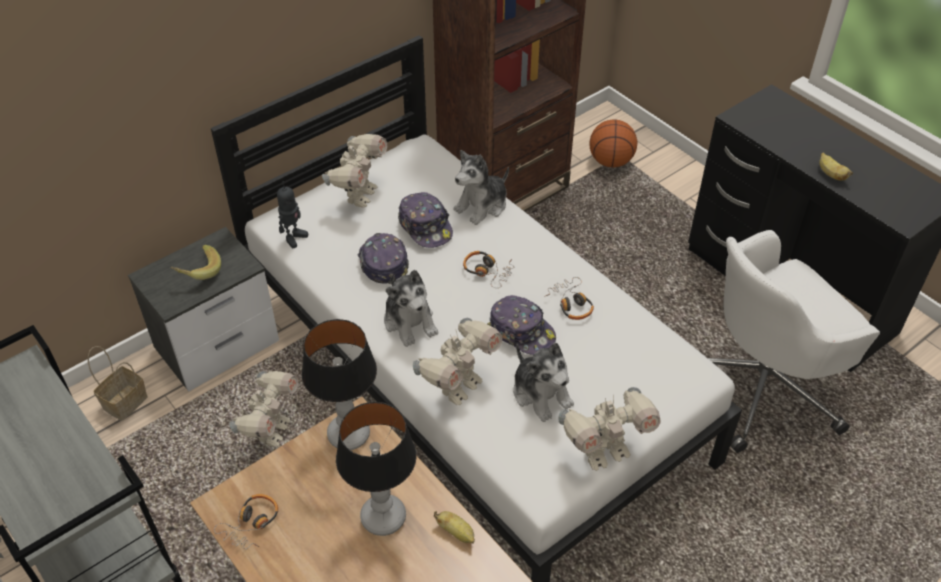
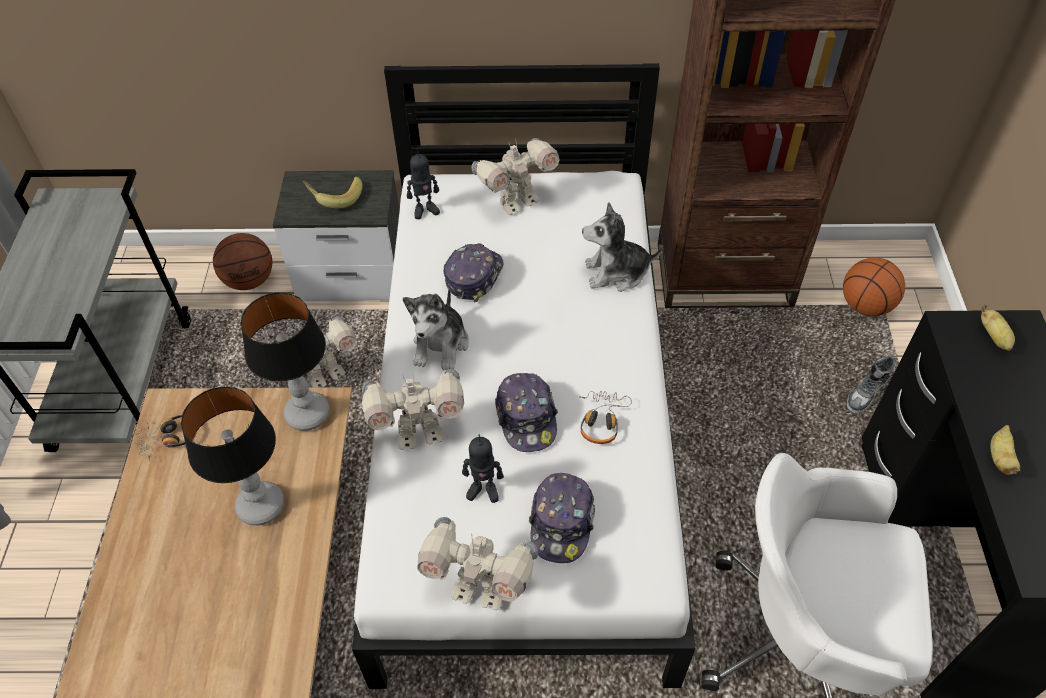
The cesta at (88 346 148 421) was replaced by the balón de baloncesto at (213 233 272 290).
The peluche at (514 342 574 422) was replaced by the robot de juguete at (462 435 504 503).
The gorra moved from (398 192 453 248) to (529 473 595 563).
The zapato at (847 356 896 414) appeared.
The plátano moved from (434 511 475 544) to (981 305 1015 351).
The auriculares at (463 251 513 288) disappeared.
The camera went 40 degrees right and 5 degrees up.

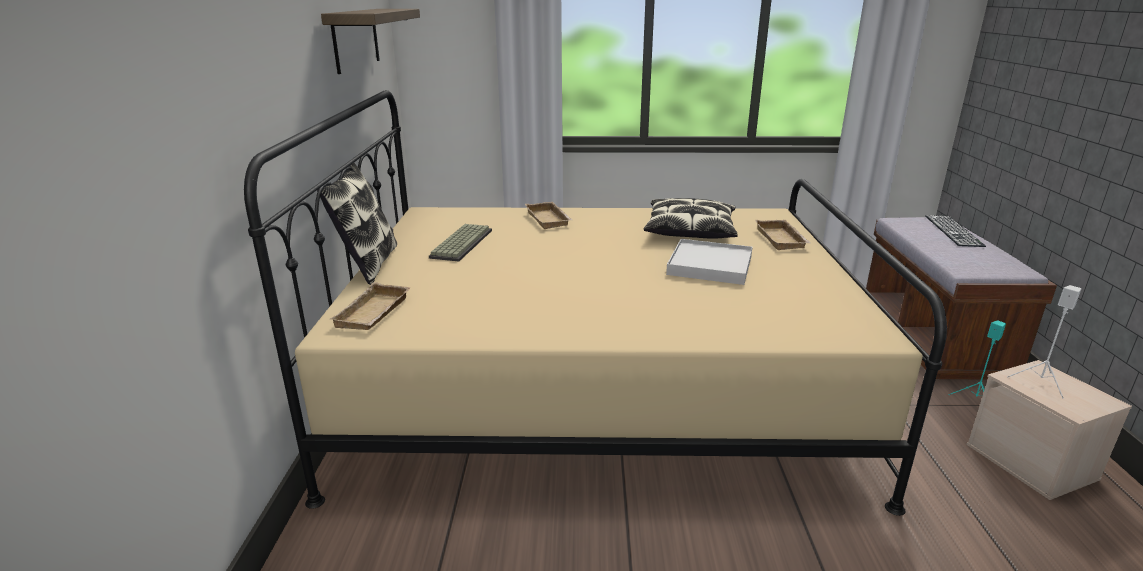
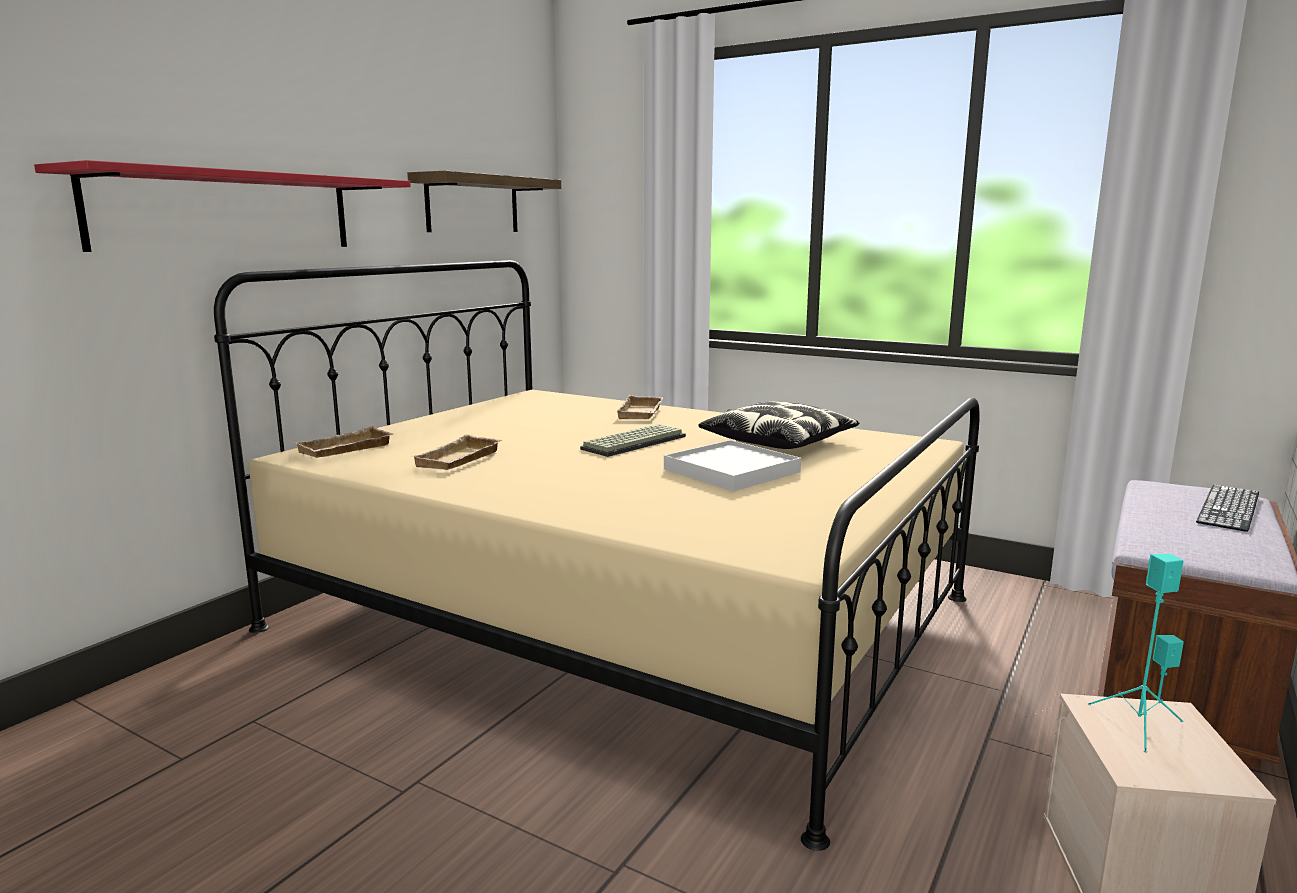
The estante/rojo at (34 160 411 252) appeared.
The bandeja/beis moved from (755 220 810 250) to (412 434 502 470).
The teclado moved from (429 224 492 261) to (580 424 686 457).
The altavoz/blanco at (1007 285 1081 399) became the altavoz/turquesa at (1088 554 1184 753).
The cojín at (317 163 397 285) disappeared.
The camera went 30 degrees right and 10 degrees down.

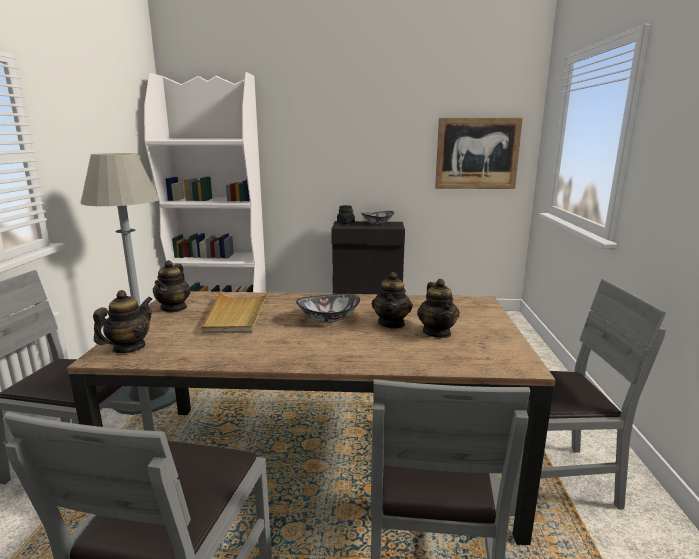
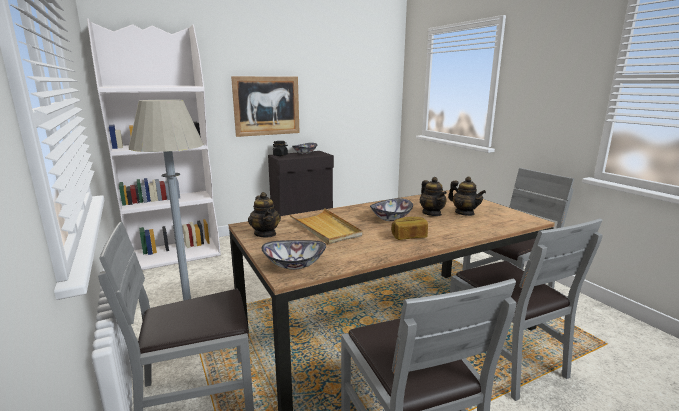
The cuadro moved from (435 118 523 189) to (231 76 300 137).
The tetera at (93 290 152 353) was replaced by the cuenco at (262 240 326 270).
The pan at (391 217 428 240) appeared.
The camera went 30 degrees left and 0 degrees up.

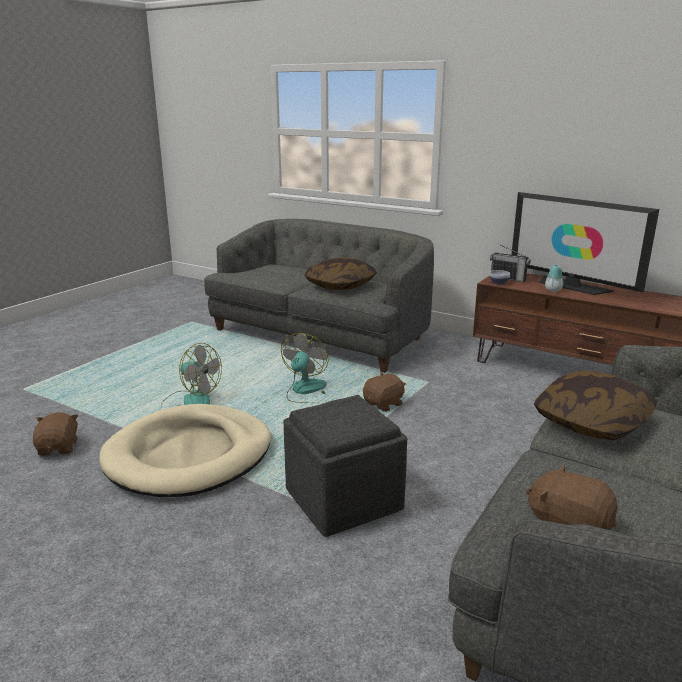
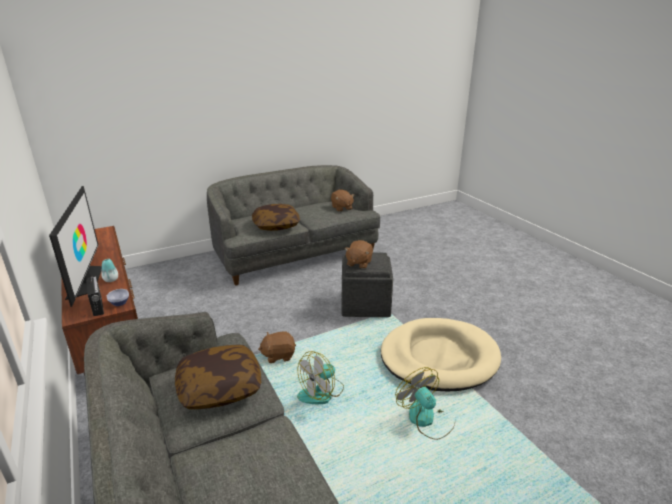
The peluche/marrón moved from (33 412 78 456) to (344 240 373 269).
The camera went 150 degrees left and 5 degrees up.

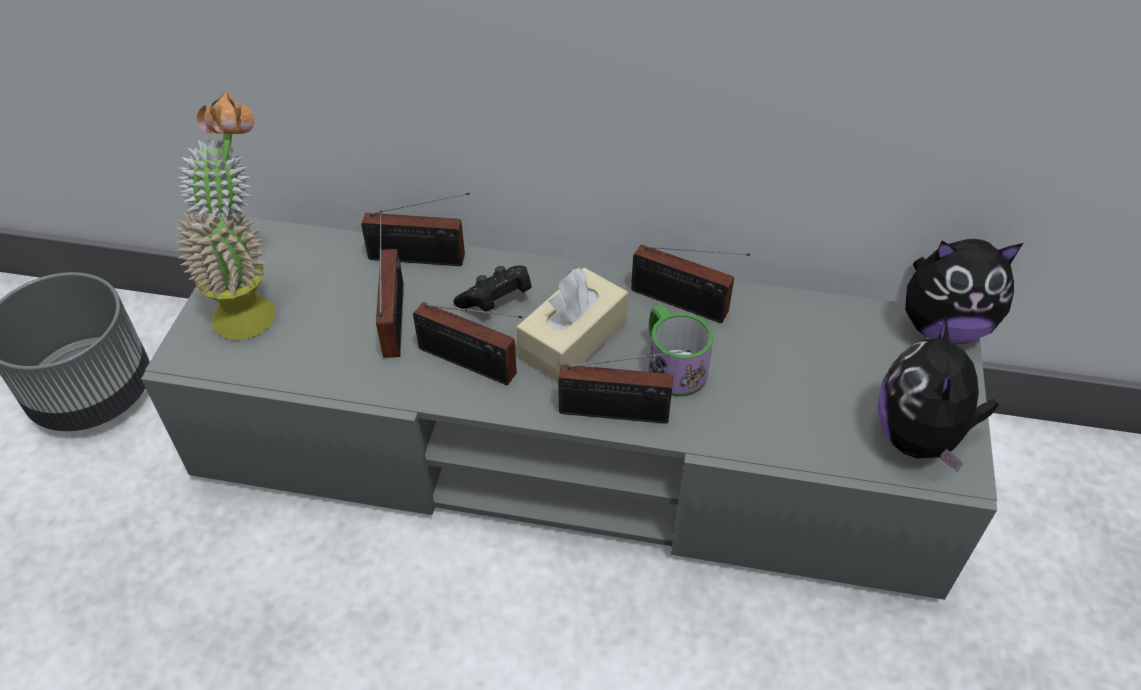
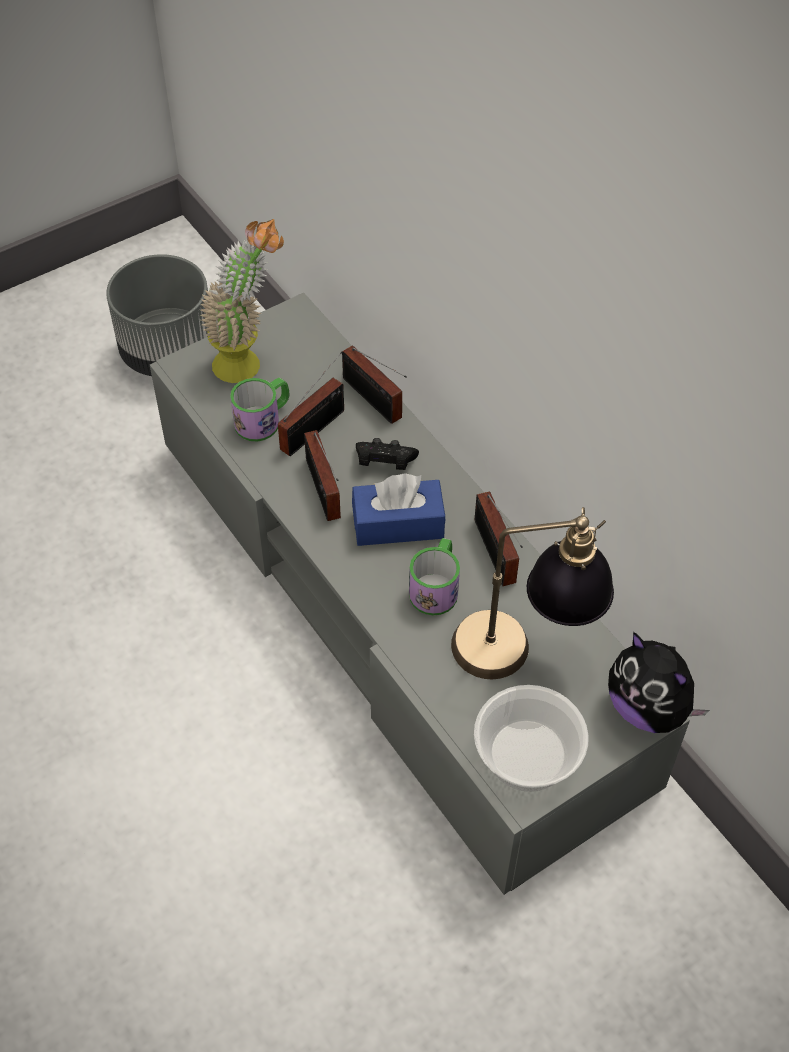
The taza grande at (230 377 289 441) appeared.
The caja de pañuelos/beis at (517 268 628 382) became the caja de pañuelos/azul at (352 473 445 546).
The lámpara de mesa at (451 507 614 679) appeared.
The peluche at (877 315 998 472) was replaced by the cuenco at (474 685 589 792).
The radio at (558 350 691 424) disappeared.
The camera went 45 degrees right and 5 degrees up.

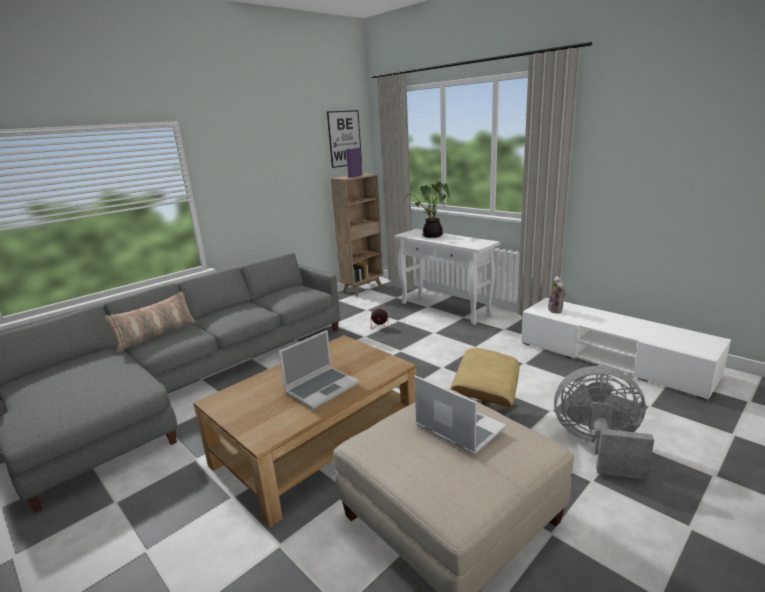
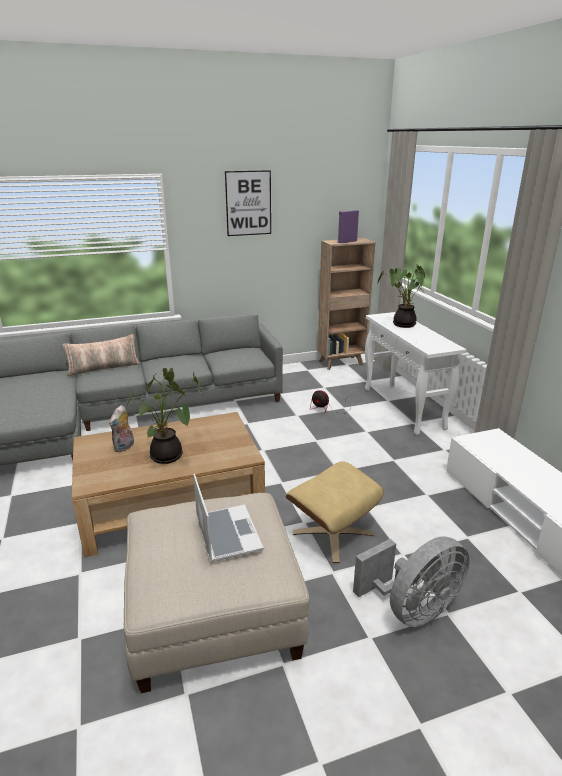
The peluche moved from (548 276 566 313) to (109 405 134 452).
The portátil at (279 330 359 409) was replaced by the planta en maceta at (127 368 202 464).
The cuadro moved from (327 110 362 168) to (225 170 271 236).
The ventilador/gris at (554 366 654 480) turned 105 degrees clockwise.
The camera went 25 degrees right and 5 degrees up.

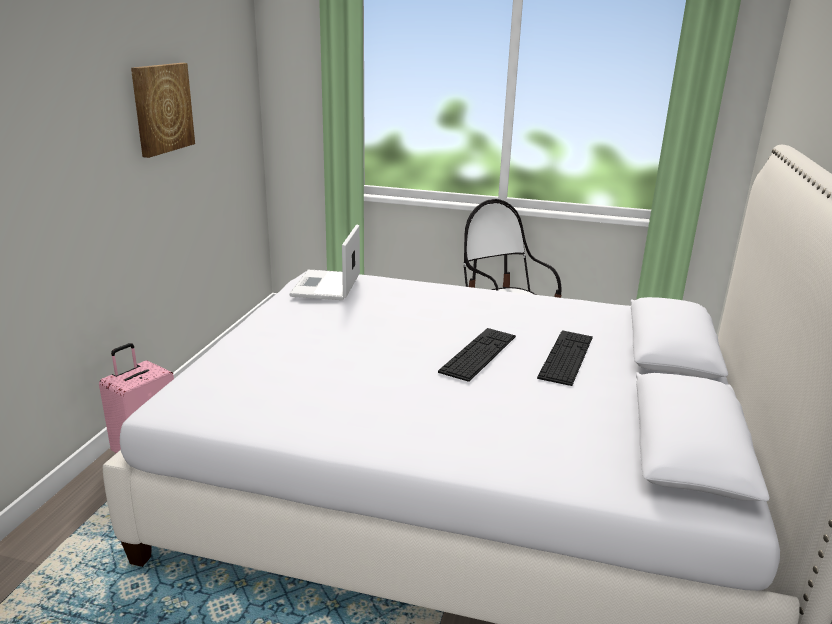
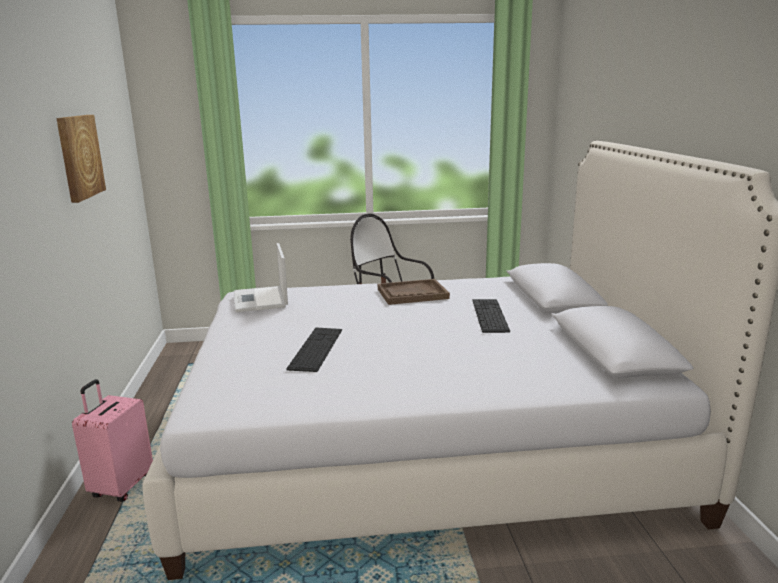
The teclado moved from (438 328 516 382) to (286 328 342 372).
The bandeja/marrón at (378 279 450 305) appeared.
The camera went 20 degrees left and 5 degrees down.

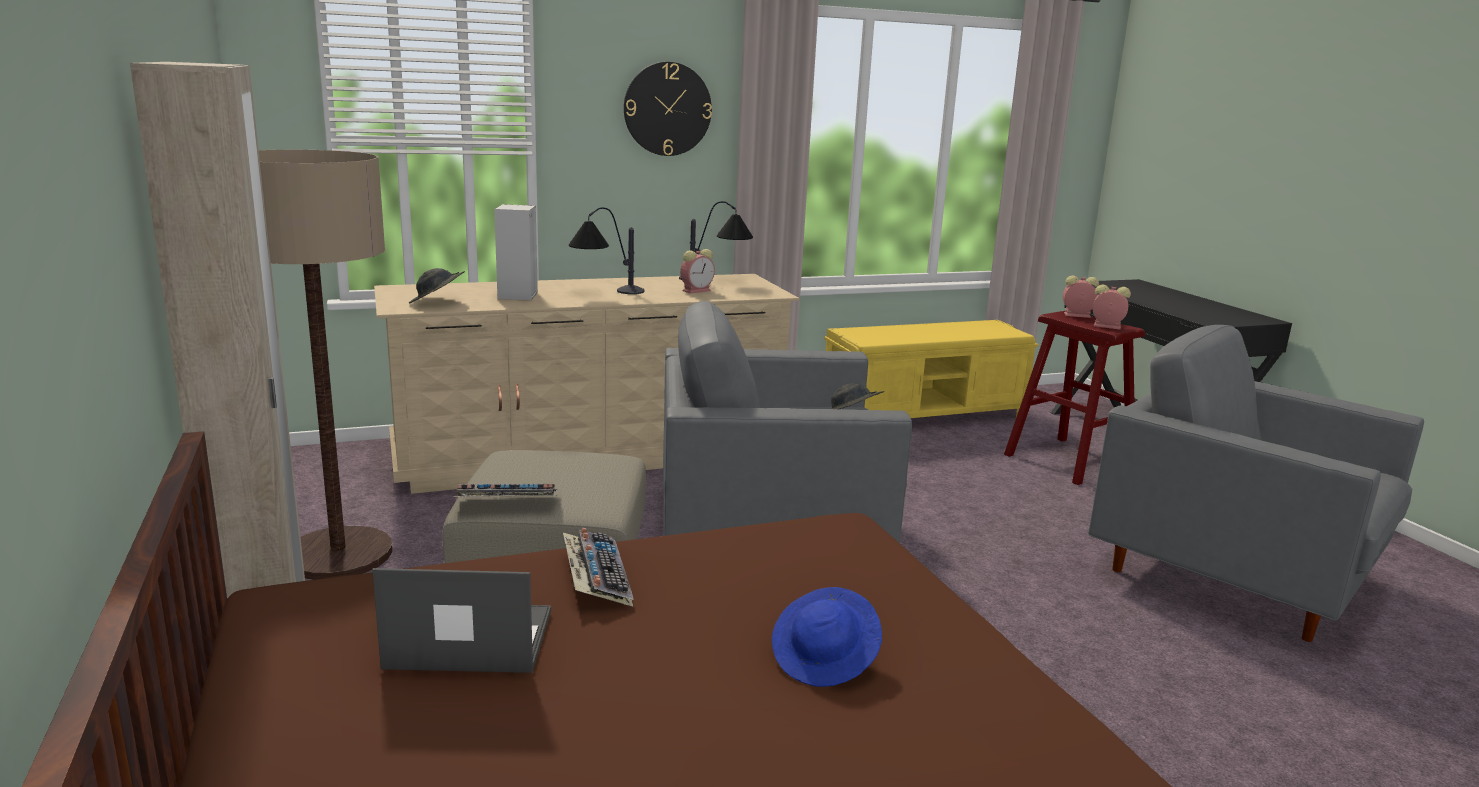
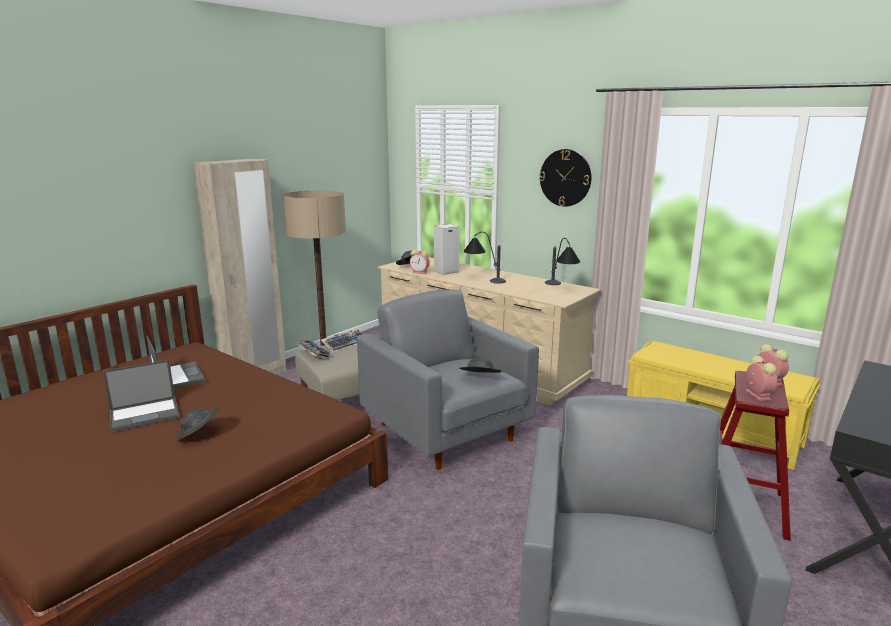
The portátil at (103 360 180 432) appeared.
The sombrero/azul at (772 587 882 687) became the sombrero/gris at (175 408 220 440).
The teclado moved from (563 528 634 606) to (321 329 363 353).
The despertador moved from (680 249 715 294) to (410 250 430 274).
The camera went 60 degrees right and 0 degrees up.

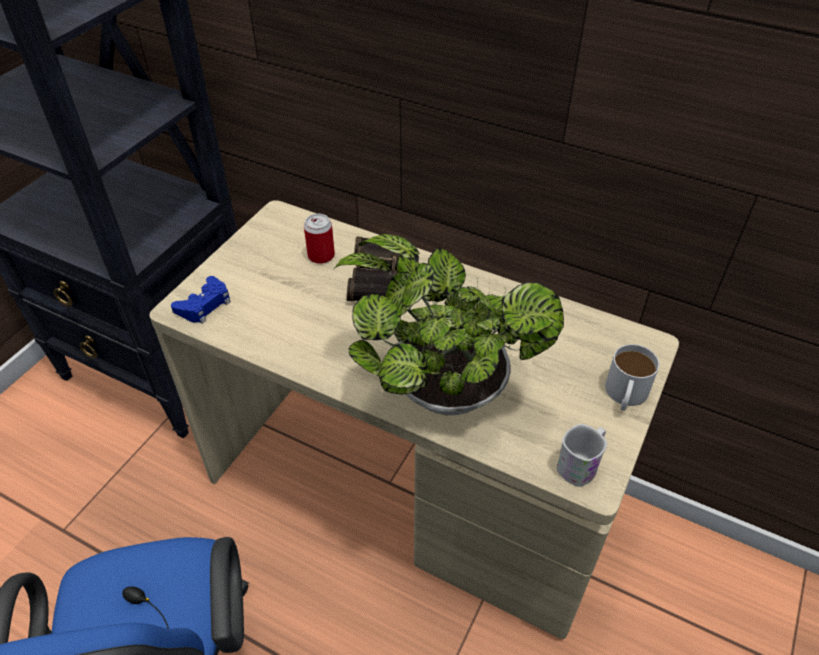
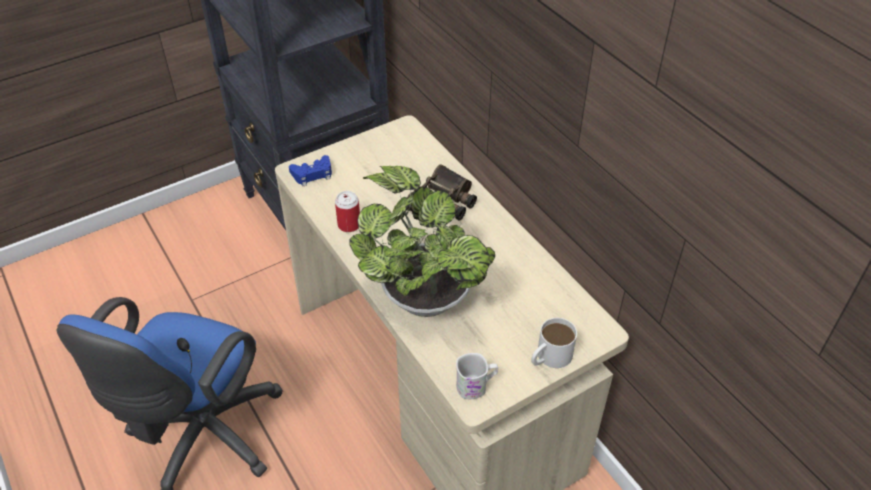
The lata moved from (304 214 335 264) to (335 191 360 232).
The camera went 30 degrees right and 0 degrees up.

